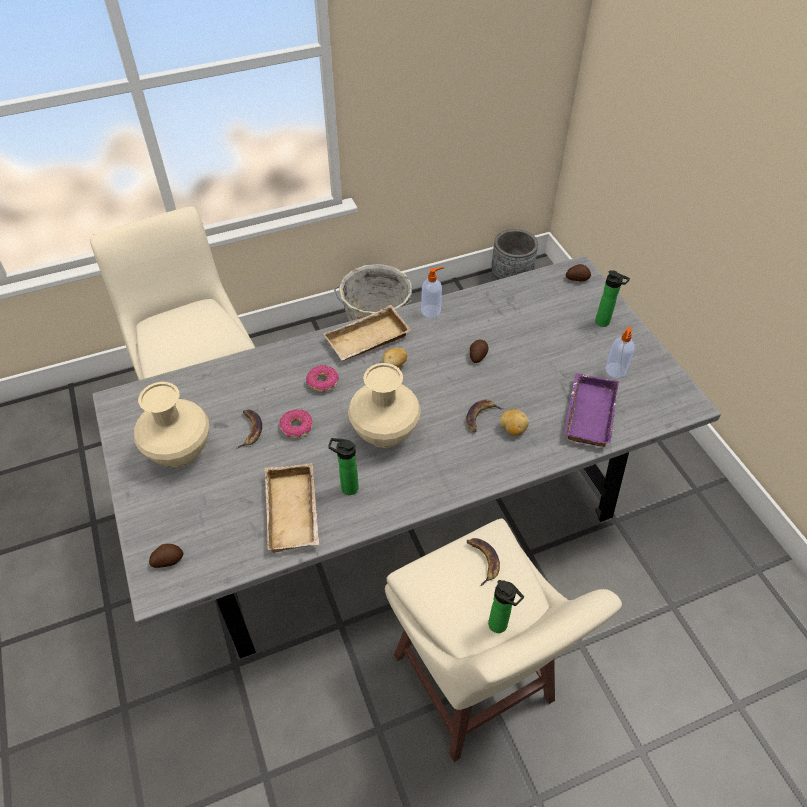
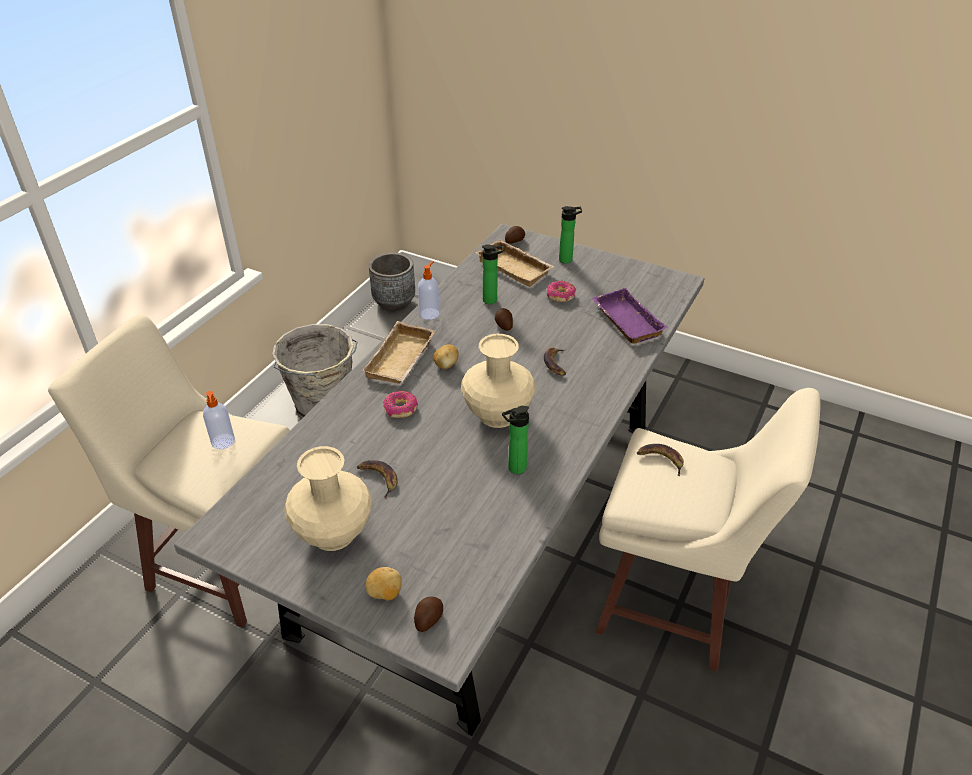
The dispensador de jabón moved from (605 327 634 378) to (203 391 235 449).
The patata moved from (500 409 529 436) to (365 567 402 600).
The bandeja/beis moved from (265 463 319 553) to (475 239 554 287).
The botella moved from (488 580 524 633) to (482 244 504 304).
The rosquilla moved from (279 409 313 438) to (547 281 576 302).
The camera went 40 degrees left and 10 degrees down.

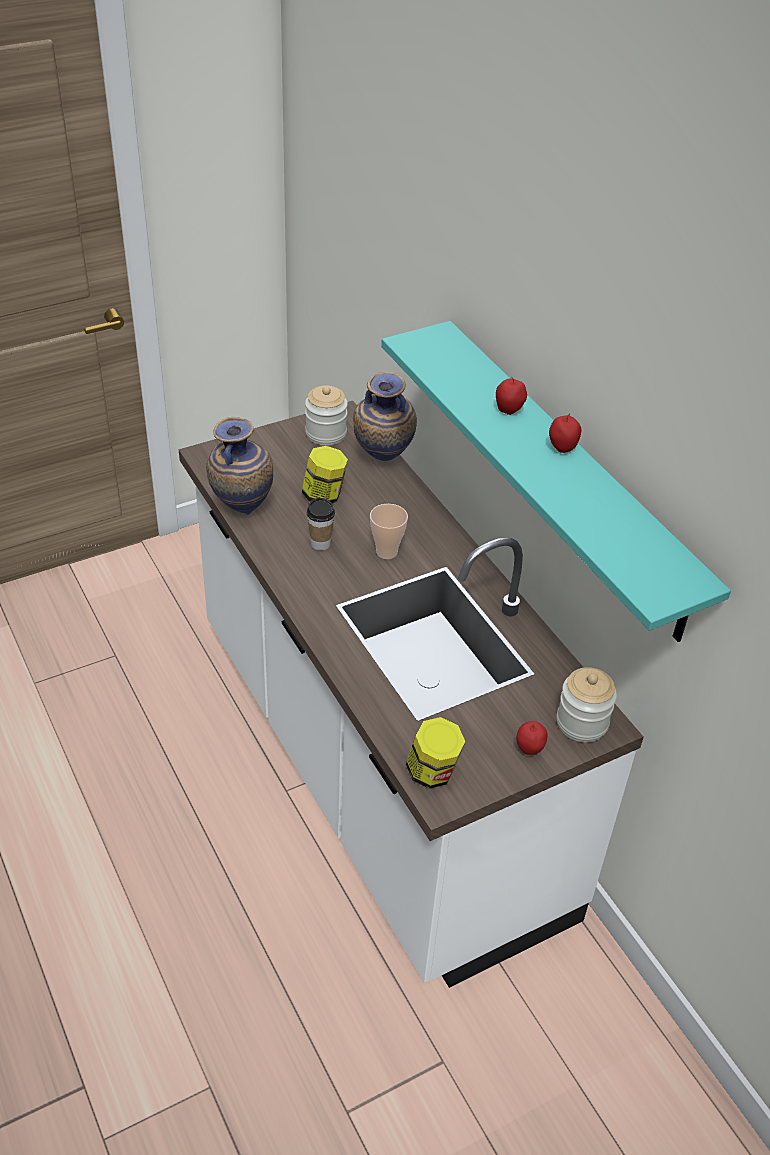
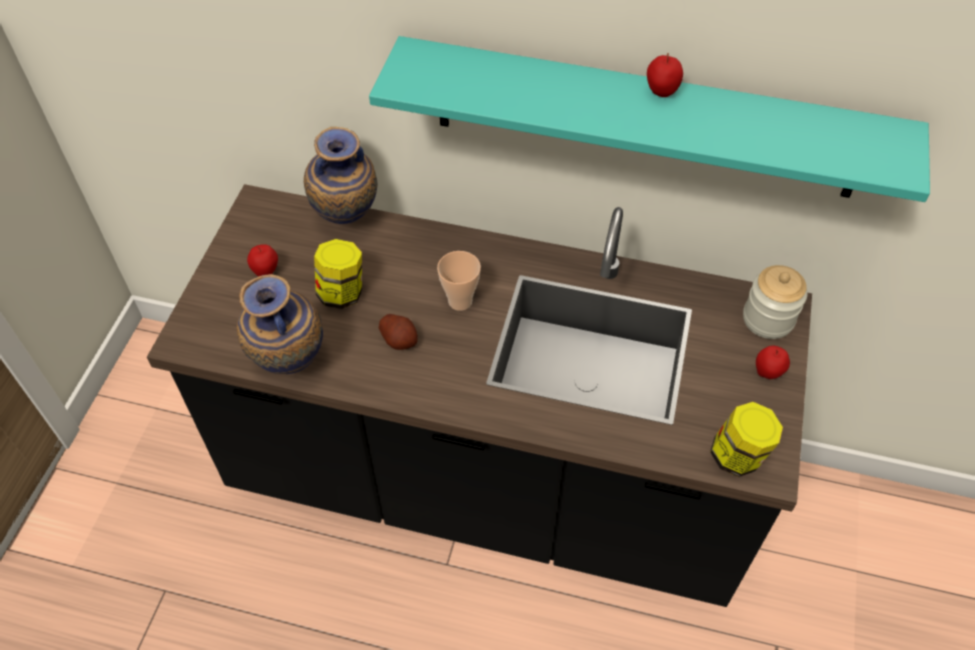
The mueble bajo de cocina/blanco at (179 401 643 988) became the mueble bajo de cocina/negro at (147 184 812 607).
The manzana moved from (496 377 527 415) to (247 244 278 277).
The taza at (307 498 335 551) was replaced by the patata at (379 314 418 350).
The tarro at (305 385 348 445) disappeared.
The camera went 45 degrees left and 10 degrees up.

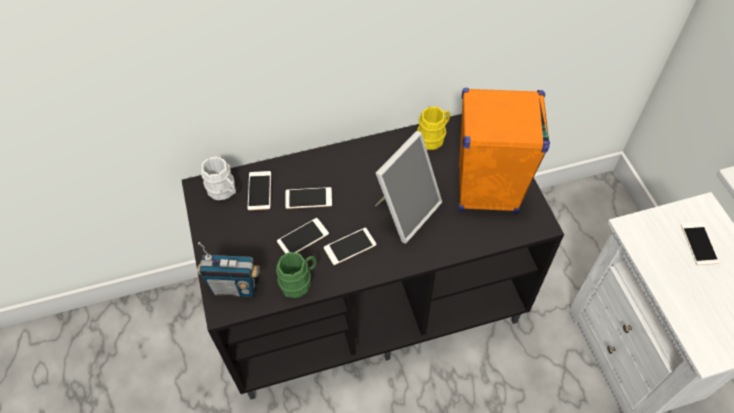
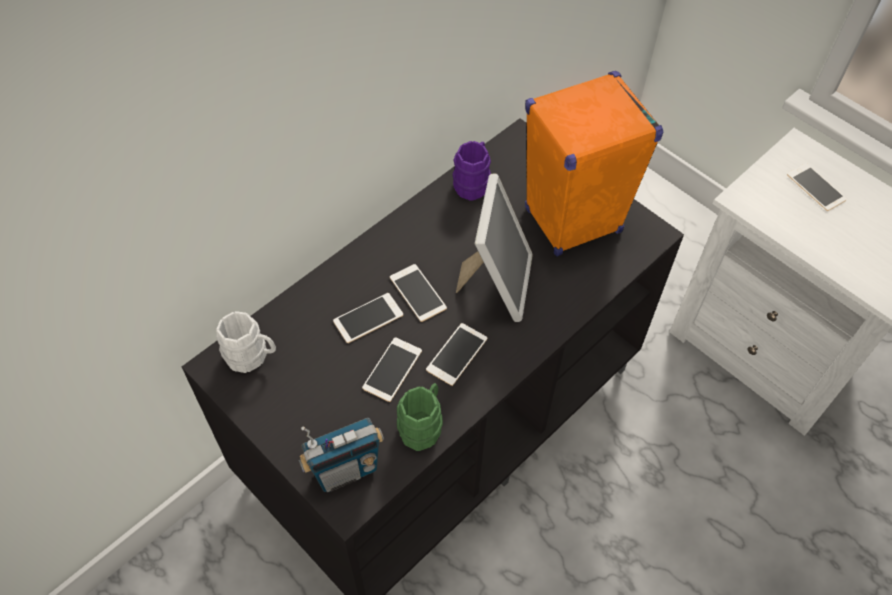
The móvil moved from (247 171 271 210) to (390 264 447 322).
The taza grande/amarillo at (417 107 450 150) became the taza grande/morado at (453 141 491 201).
The camera went 30 degrees left and 0 degrees up.

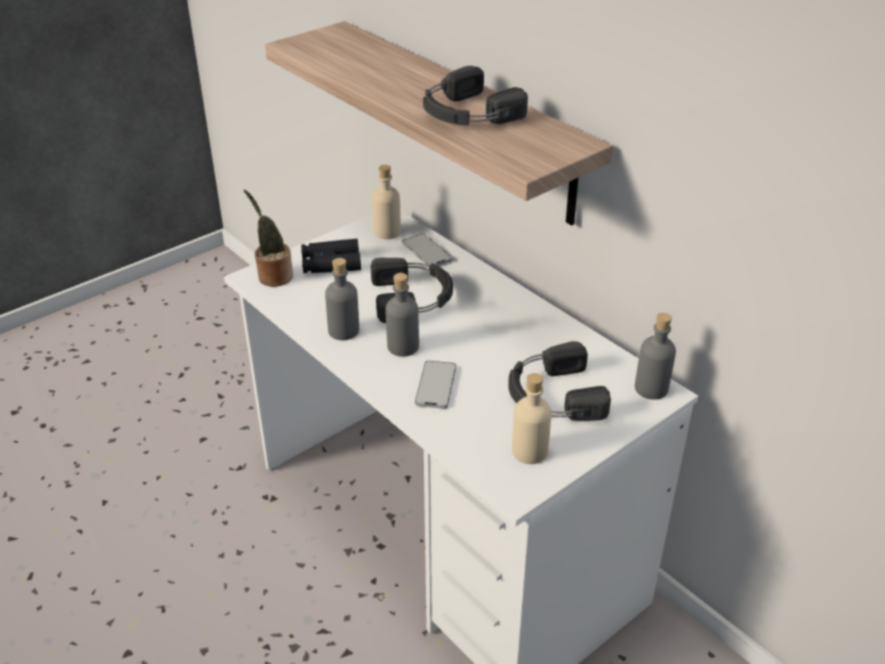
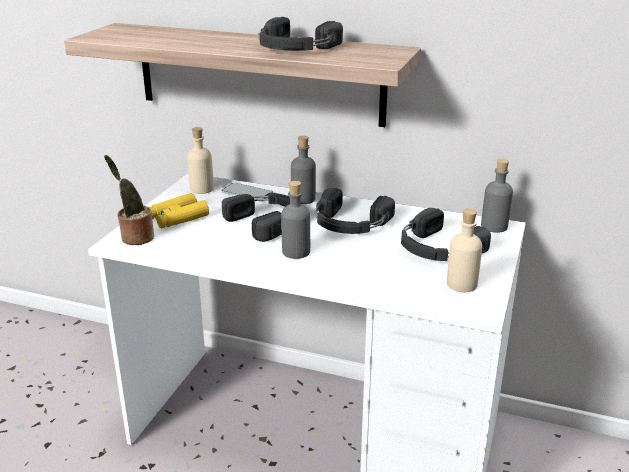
The prismáticos/negro at (301 239 361 273) became the prismáticos/amarillo at (149 193 209 229).
The botella/gris moved from (325 258 359 340) to (291 136 316 204).
The auriculares/negro at (315 188 395 234) appeared.
The móvil at (415 361 456 409) disappeared.
The camera went 30 degrees left and 10 degrees down.

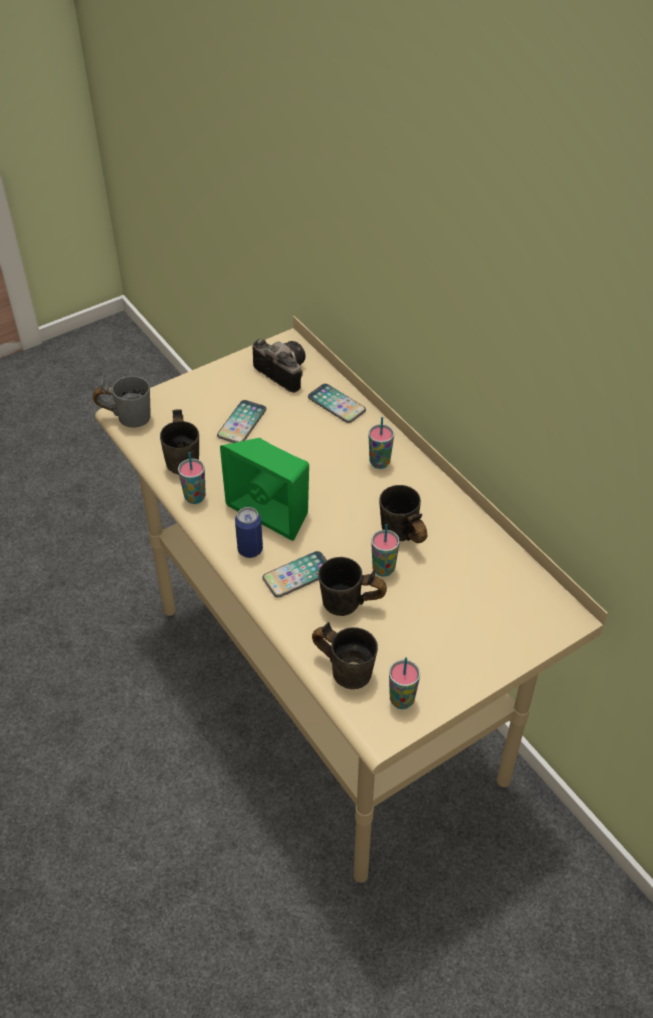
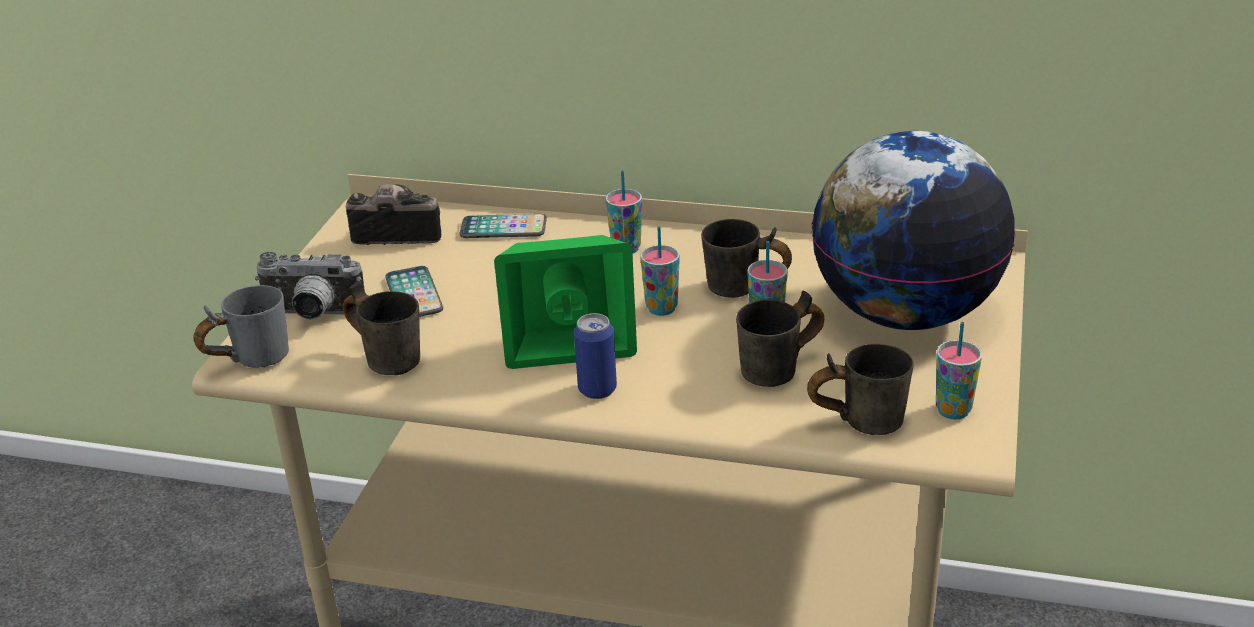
The cámara at (255 252 365 320) appeared.
The taza moved from (178 452 206 504) to (640 226 680 316).
The globo terráqueo at (811 131 1015 330) appeared.
The móvil at (262 551 327 598) disappeared.
The camera went 40 degrees left and 15 degrees down.

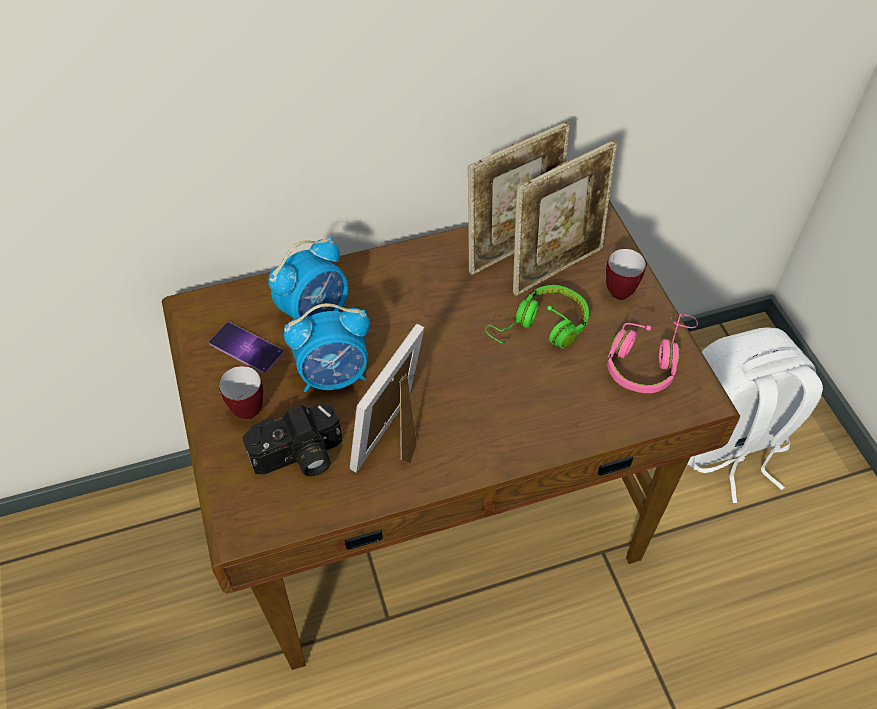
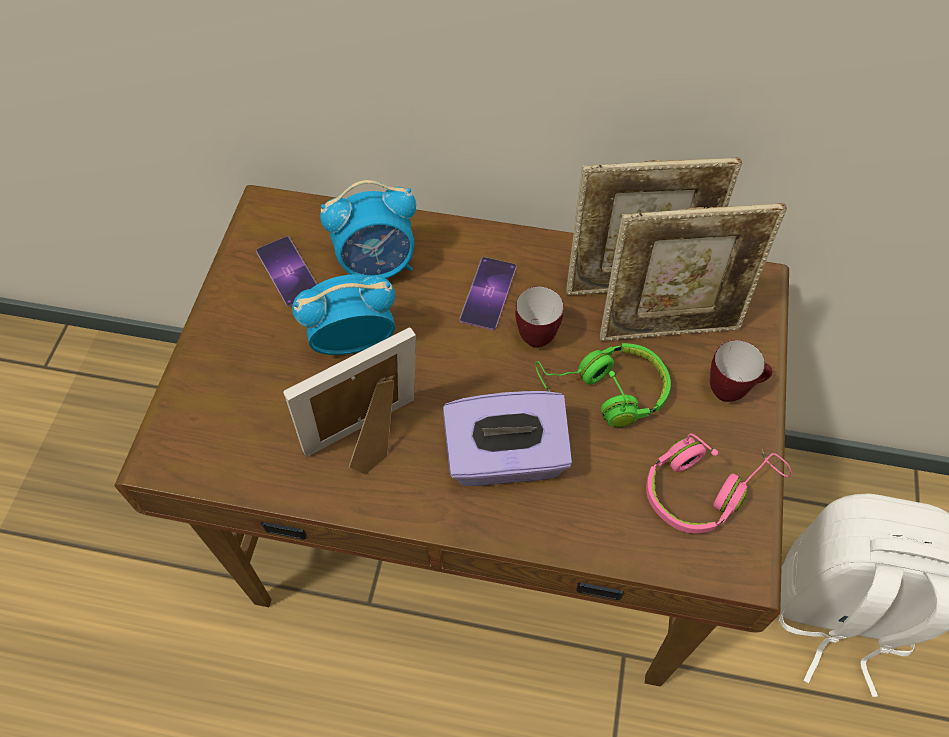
The despertador at (284 303 370 392) turned 150 degrees clockwise.
The caja de pañuelos/morado at (443 391 572 486) appeared.
The móvil at (460 257 516 330) appeared.
The taza grande moved from (219 366 263 419) to (515 286 564 348).
The cámara at (242 403 342 476) disappeared.
The camera went 30 degrees right and 5 degrees up.

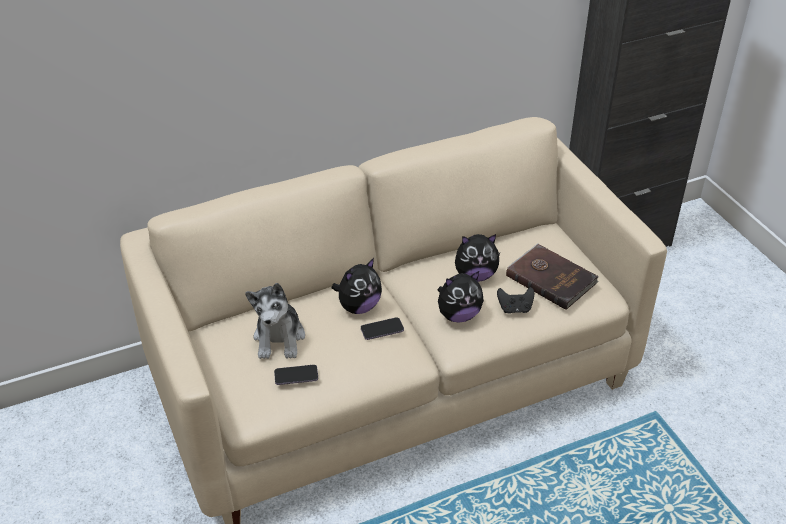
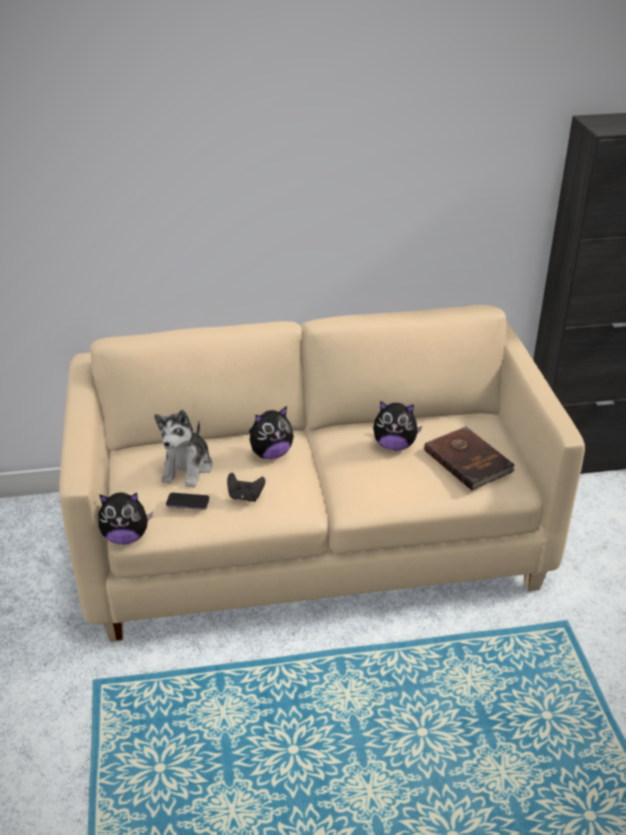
The peluche moved from (438 271 484 322) to (98 493 153 544).
The mando de consola/negro moved from (497 287 534 314) to (227 473 265 502).
The móvil at (361 317 404 340) disappeared.
The camera went 15 degrees right and 5 degrees down.

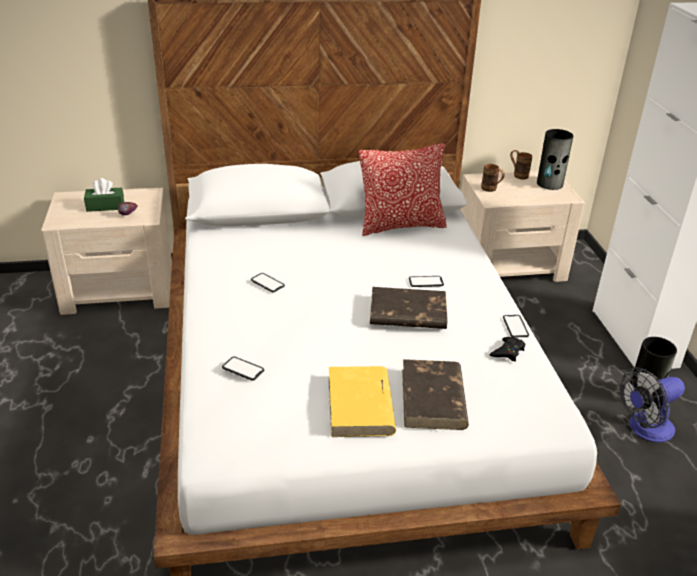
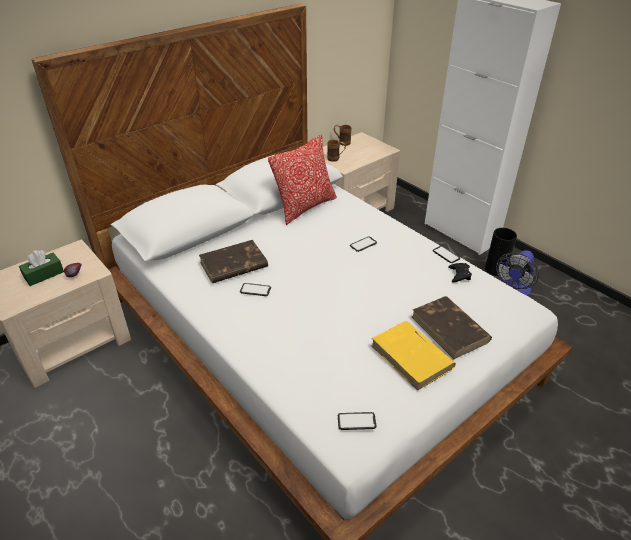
The libro/marrón moved from (370 287 447 329) to (199 240 268 283).
The móvil moved from (222 356 265 380) to (338 412 377 430).
The florero at (537 129 573 190) disappeared.
The camera went 30 degrees left and 5 degrees up.

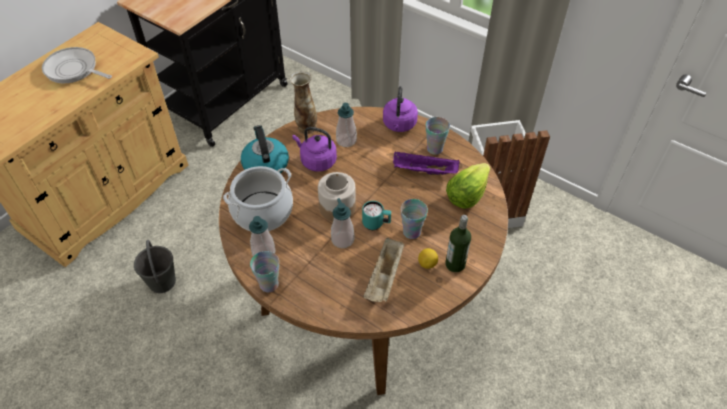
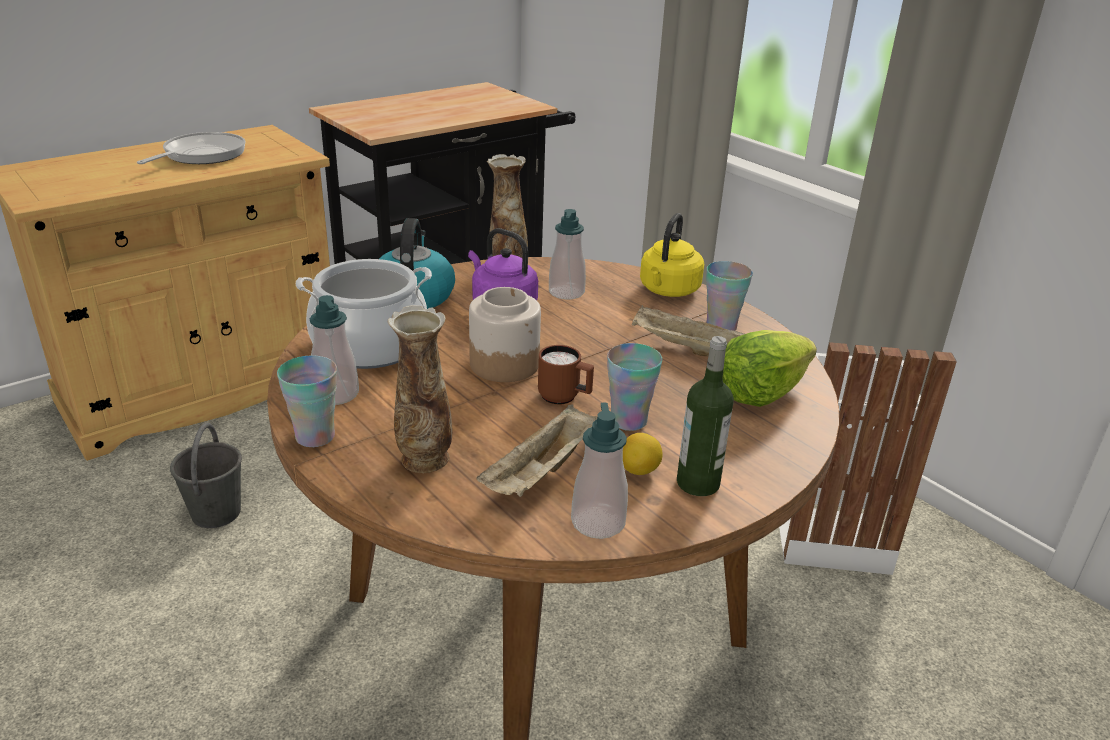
The sartén at (42 47 112 83) turned 75 degrees clockwise.
The florero at (388 305 452 473) appeared.
The taza grande/turquesa at (362 201 391 230) became the taza grande/marrón at (538 345 594 405).
The dispensador de jabón moved from (331 198 354 248) to (571 402 628 539).
The bandeja/morado at (393 151 459 175) became the bandeja/beis at (632 305 744 356).
The hervidor/morado at (383 86 418 132) became the hervidor/amarillo at (640 213 704 297).
The camera went 15 degrees right and 20 degrees down.

